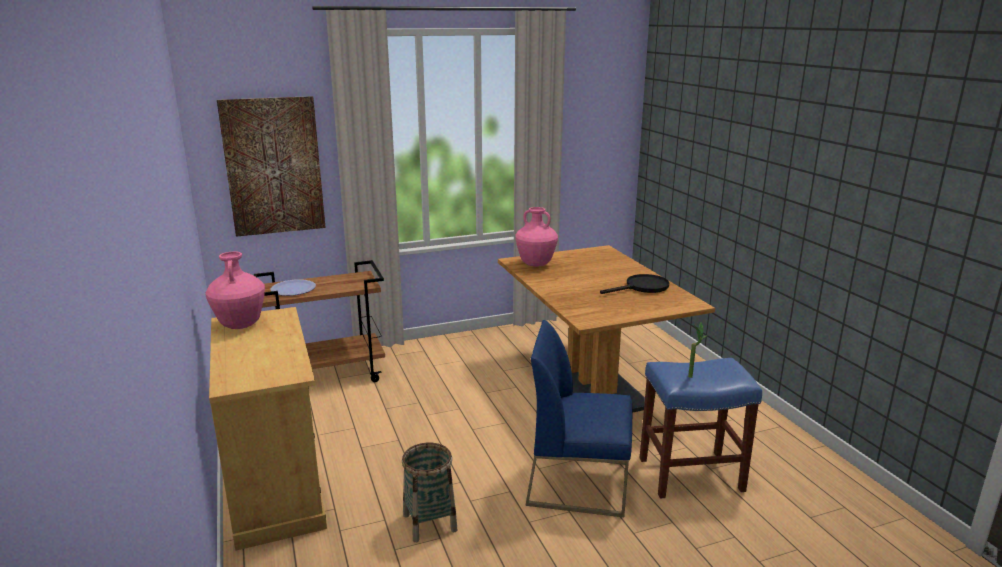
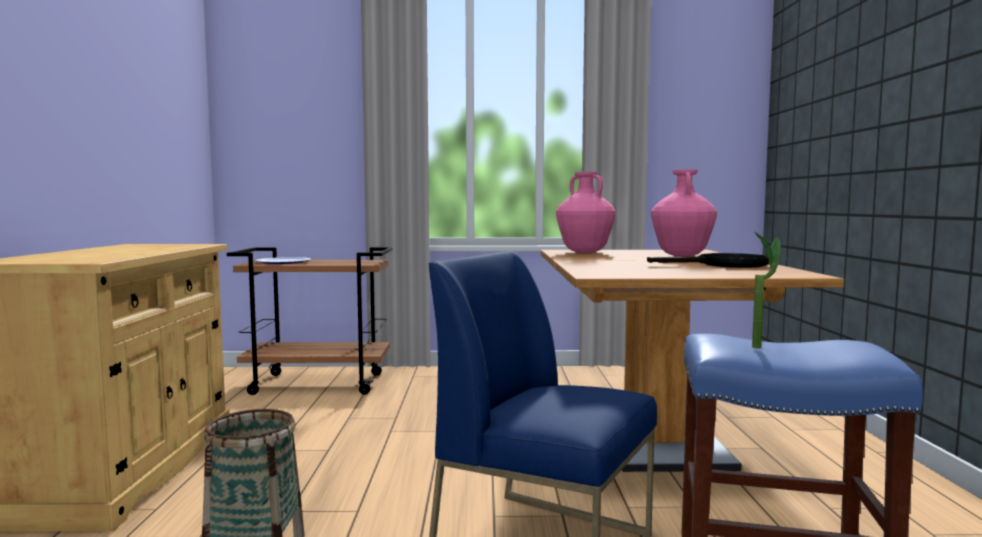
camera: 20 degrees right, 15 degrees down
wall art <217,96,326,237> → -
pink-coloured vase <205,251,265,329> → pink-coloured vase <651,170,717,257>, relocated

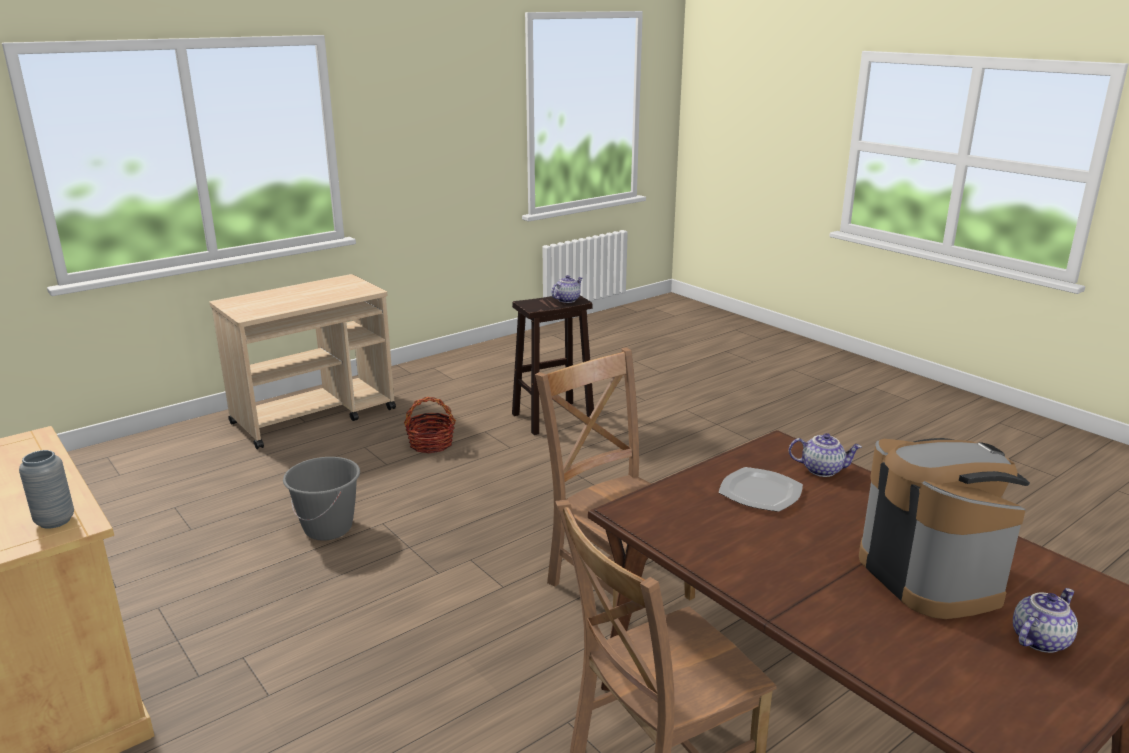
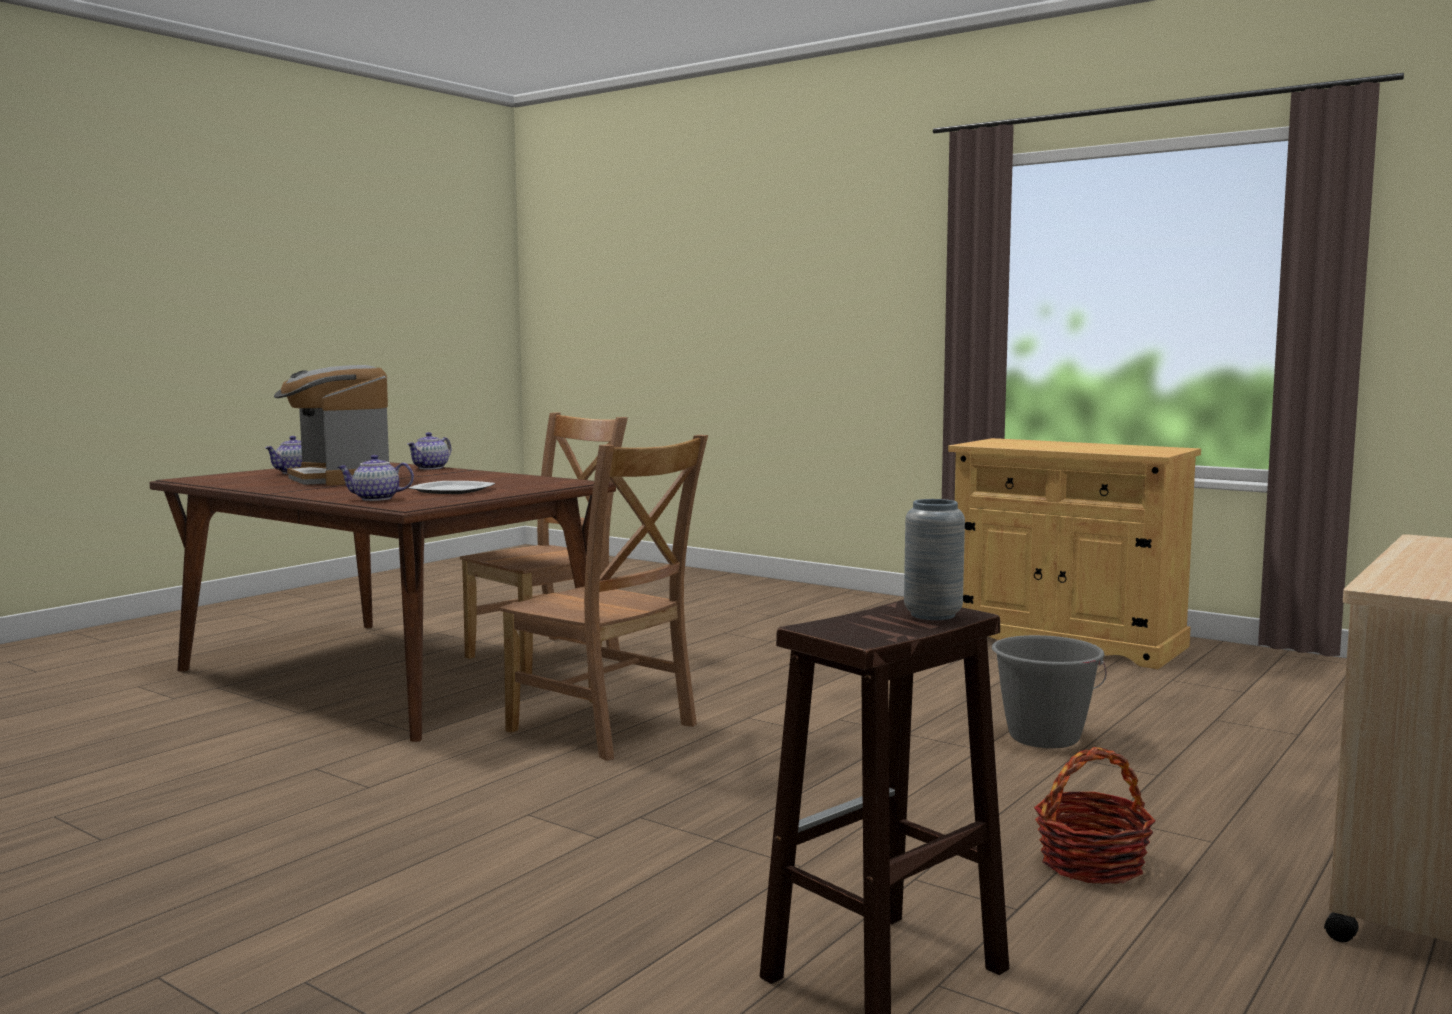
camera: 165 degrees right, 15 degrees down
teapot <551,275,582,303> → teapot <407,432,451,469>, relocated
grey vase <19,450,74,529> → grey vase <904,499,965,620>, relocated

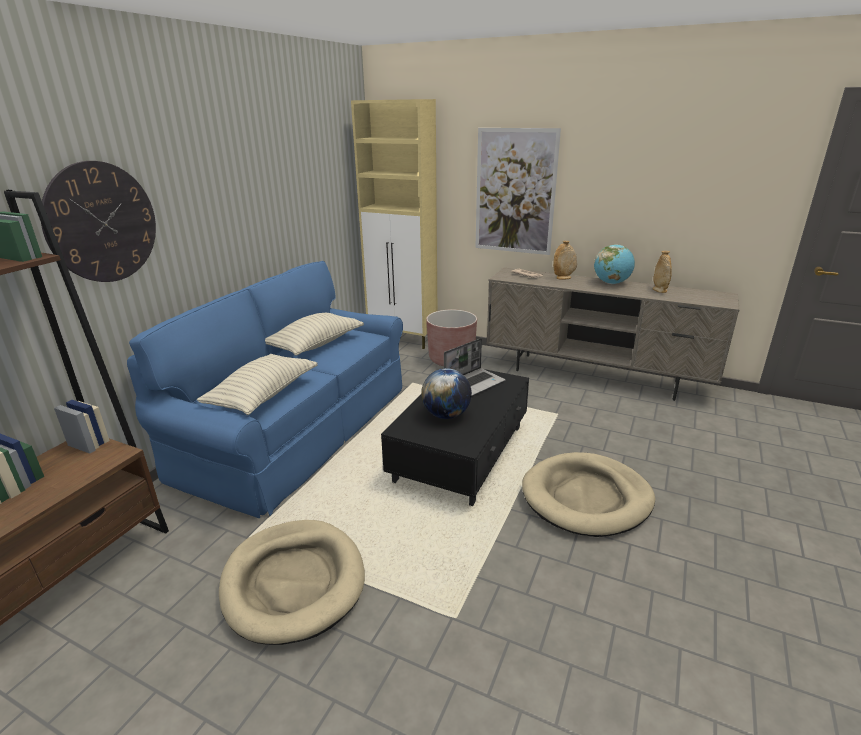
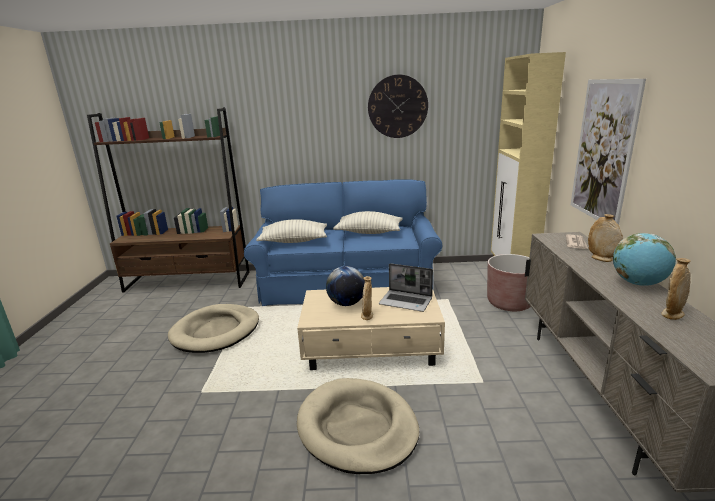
camera: 65 degrees right, 5 degrees down
wall clock <41,161,156,282> → wall clock <368,74,428,138>, relocated
black lounge table <381,369,529,506> → sand-coloured lounge table <297,287,445,370>
- → sand-coloured vase <361,276,373,320>

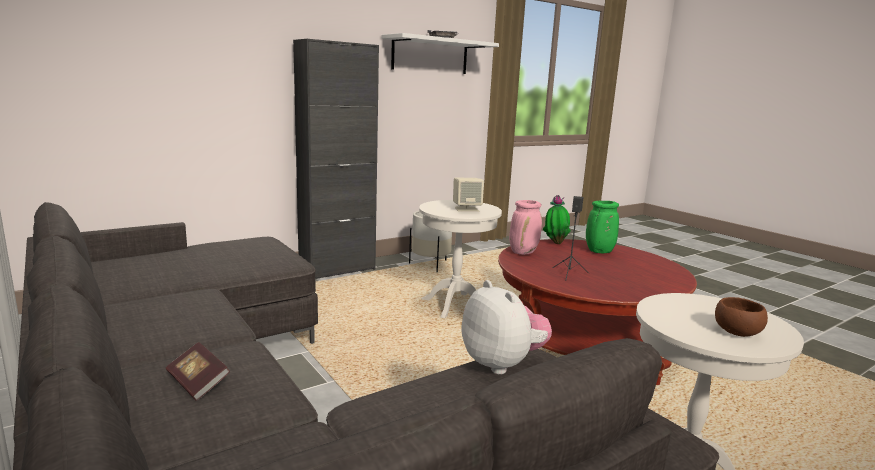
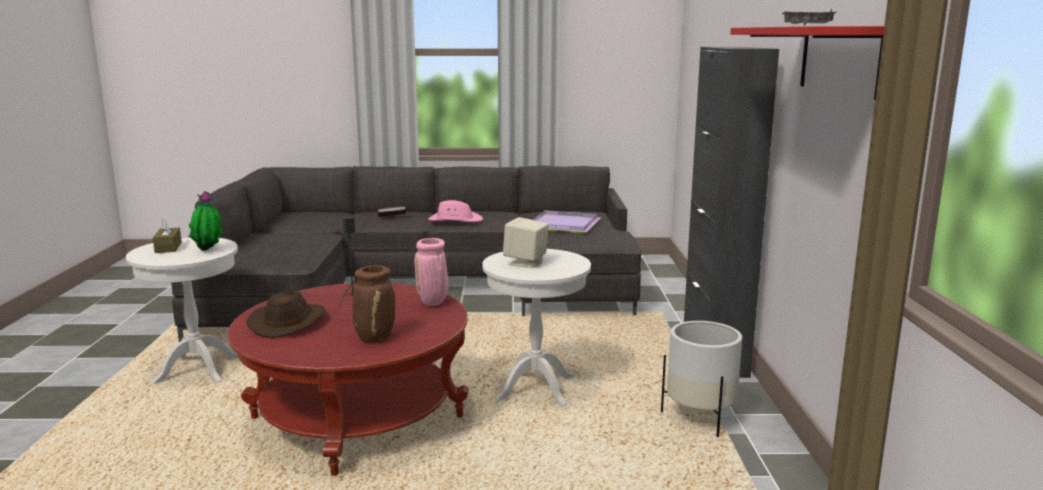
camera: 125 degrees right, 0 degrees up
whitish shelf <381,33,499,74> → red shelf <730,26,884,100>
potted plant <543,195,571,244> → potted plant <189,191,223,251>, relocated
green vase <586,201,619,253> → brownish vase <353,265,395,343>
cuddly toy <461,280,552,375> → -
brownish deep dish <715,297,768,337> → brownish tissue holder <153,218,182,253>
- → pink-coloured clothing hat <428,200,483,222>
- → purple-coloured carrying tray <532,210,601,234>
- → brownish clothing hat <246,291,326,338>

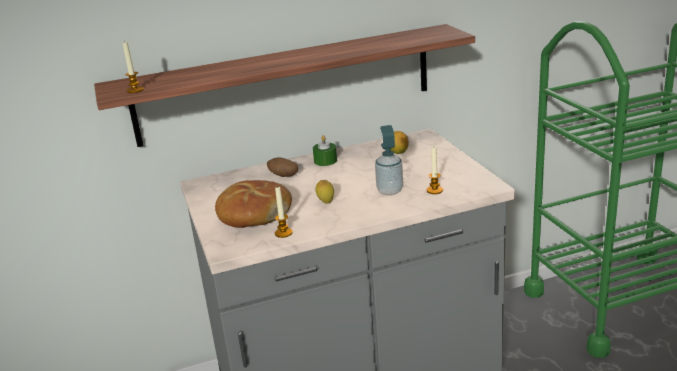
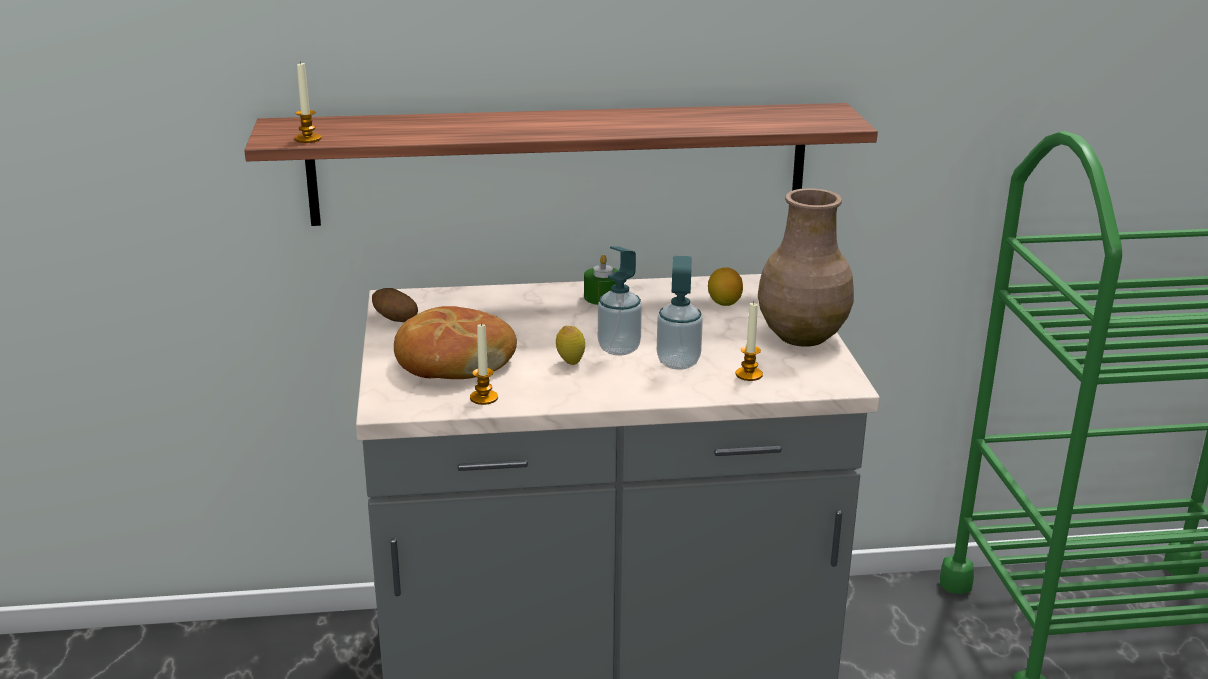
camera: 10 degrees right, 0 degrees up
potato <267,157,298,177> → potato <372,288,418,322>, relocated
- → brownish vase <758,188,854,347>
- → liquid soap bottle <598,246,642,356>

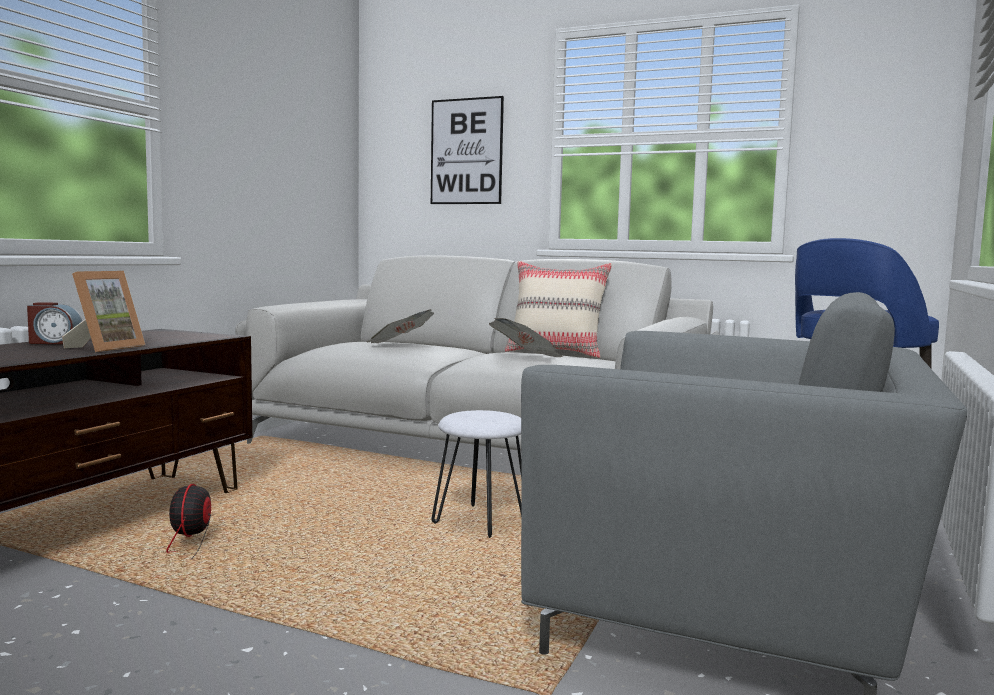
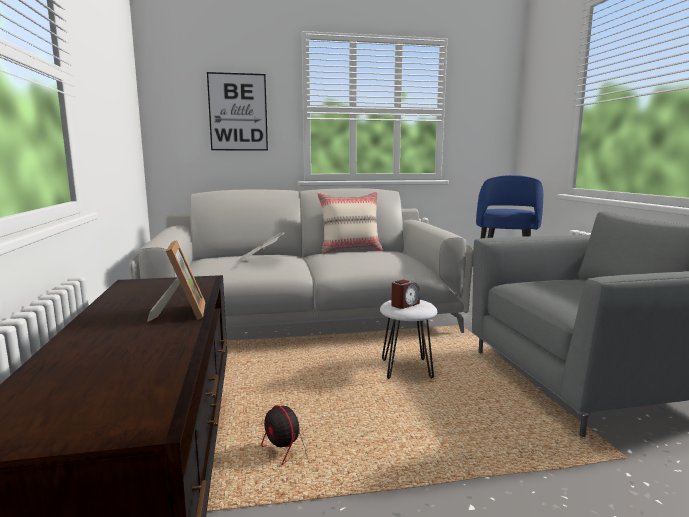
camera: 35 degrees left, 5 degrees up
bedside clock <27,302,82,344> → bedside clock <391,280,420,309>, relocated
newspaper <489,318,563,357> → -

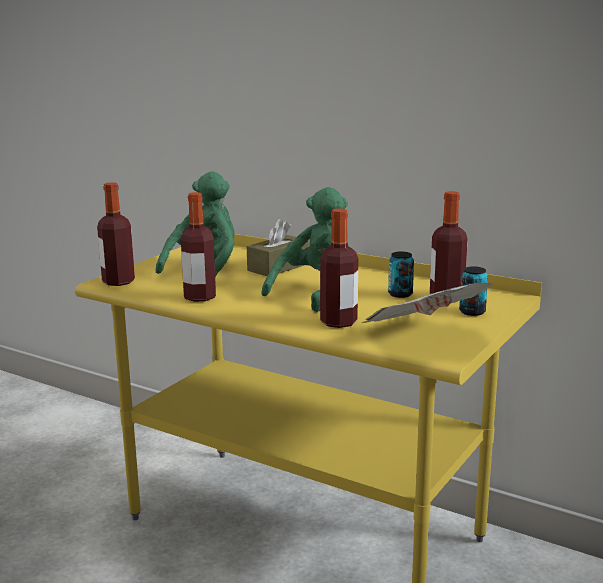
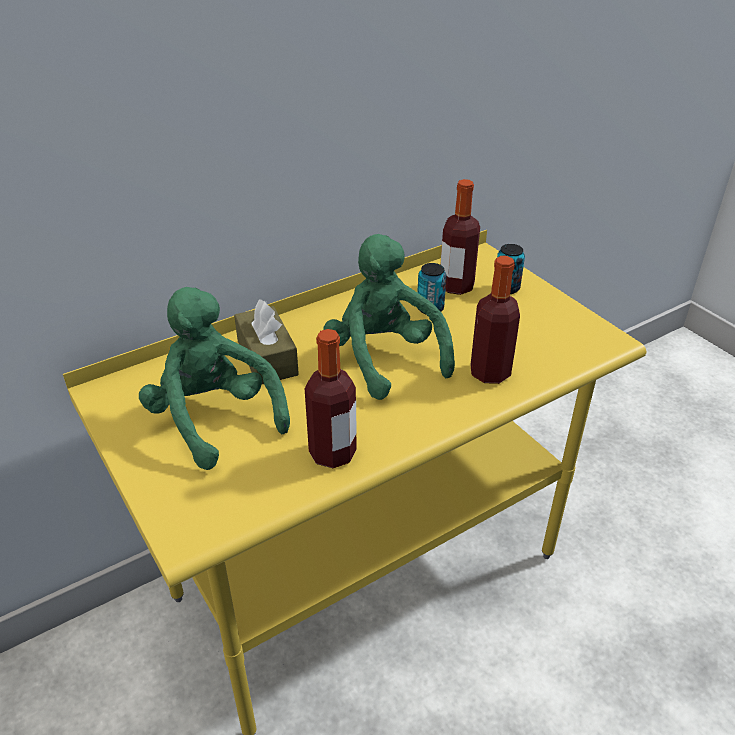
camera: 65 degrees left, 20 degrees up
beverage bottle <97,182,135,286> → -
newspaper <362,282,493,323> → -

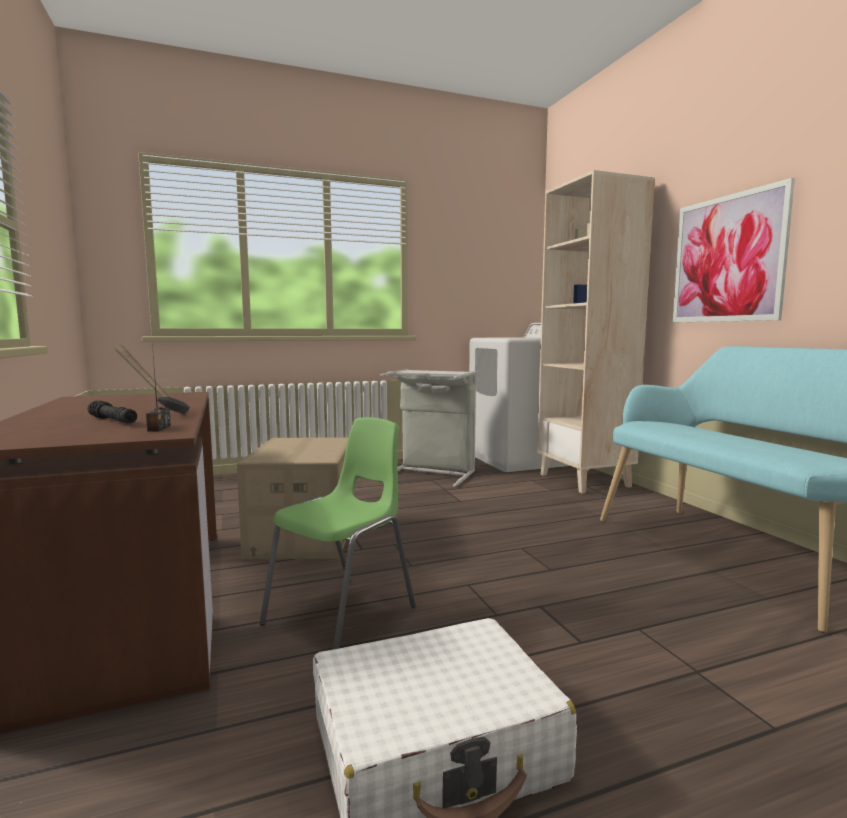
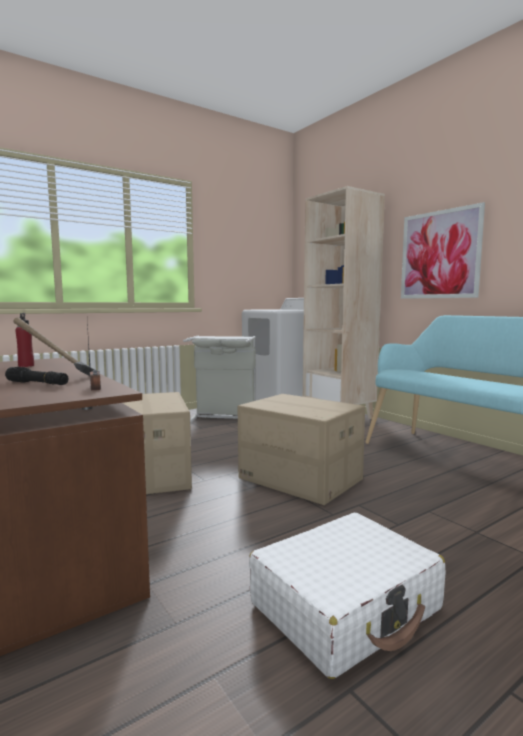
camera: 15 degrees left, 0 degrees up
green upright chair <260,417,416,650> → -
- → red beverage bottle <15,313,34,367>
- → cardboard box <238,394,365,505>

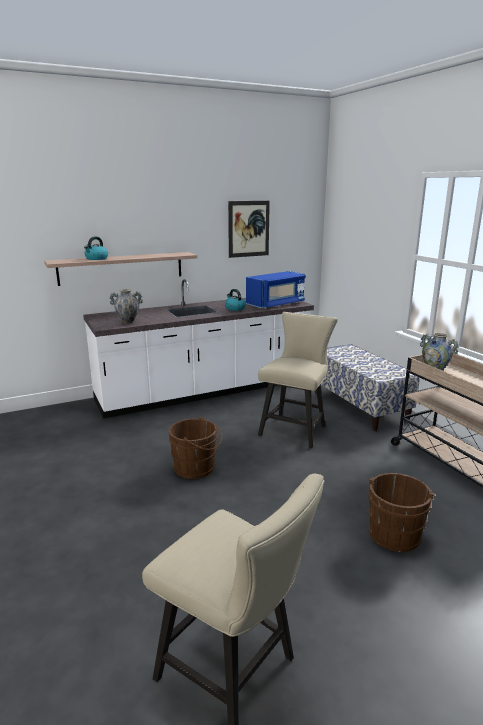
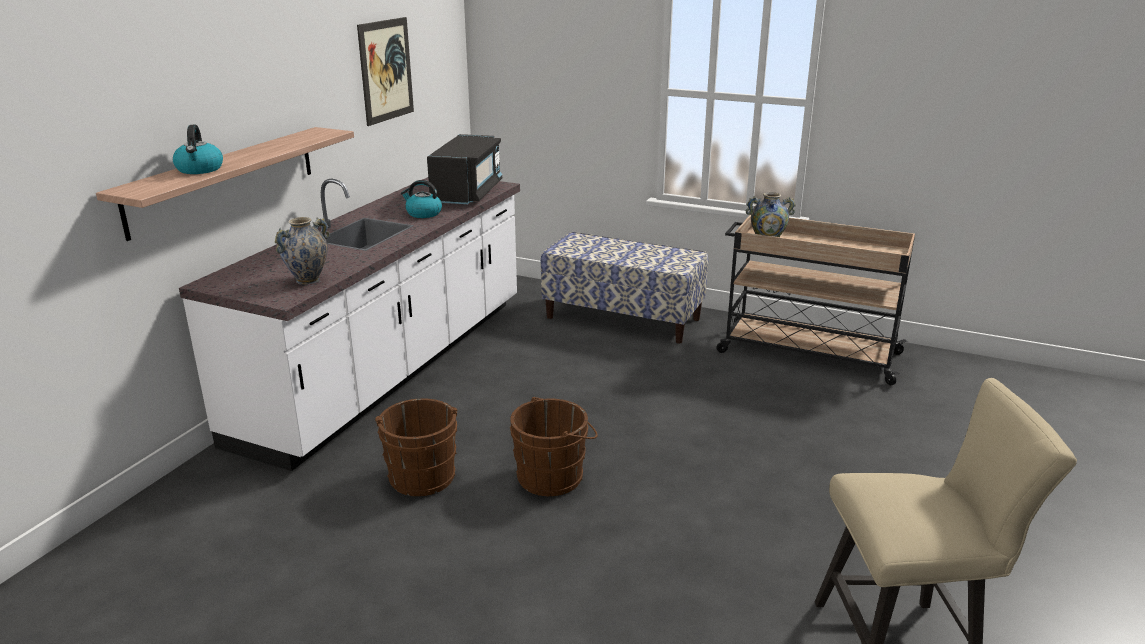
camera: 40 degrees left, 5 degrees up
blue microwave oven <246,271,306,309> → black microwave oven <427,134,502,204>
sand-coloured upright chair <258,312,338,448> → -
brownish bucket <368,473,435,552> → brownish bucket <375,398,457,496>, relocated

